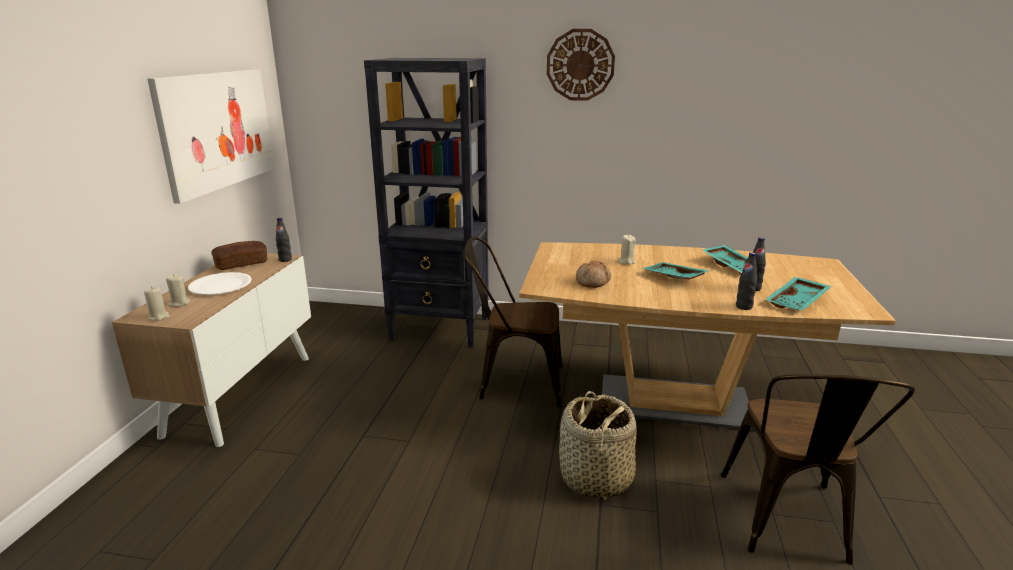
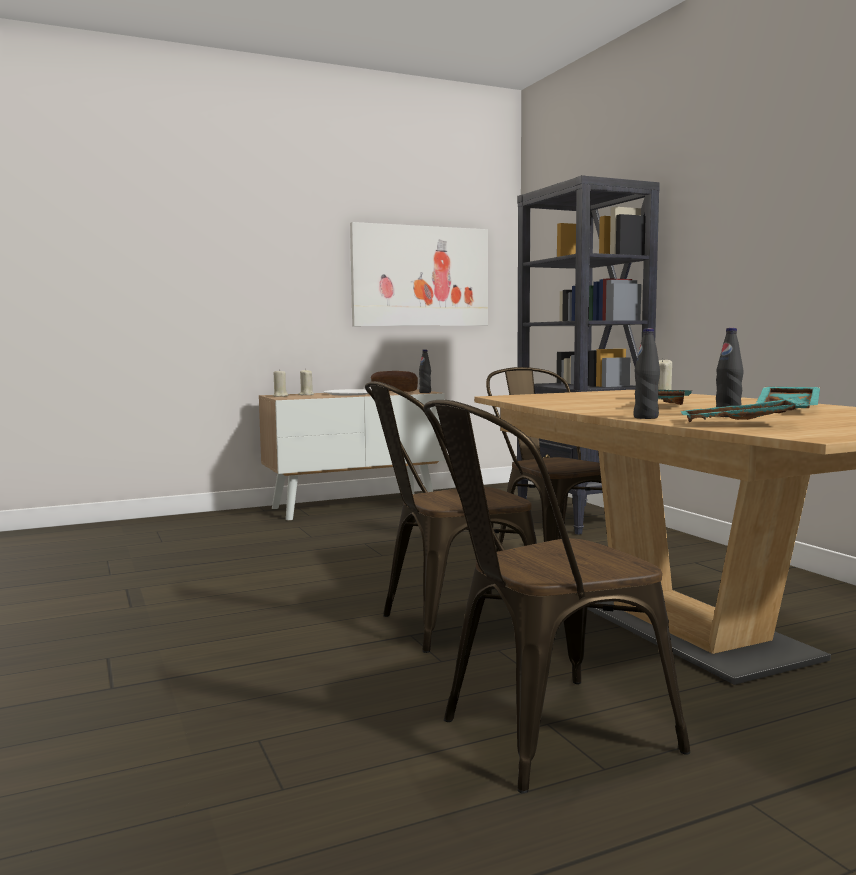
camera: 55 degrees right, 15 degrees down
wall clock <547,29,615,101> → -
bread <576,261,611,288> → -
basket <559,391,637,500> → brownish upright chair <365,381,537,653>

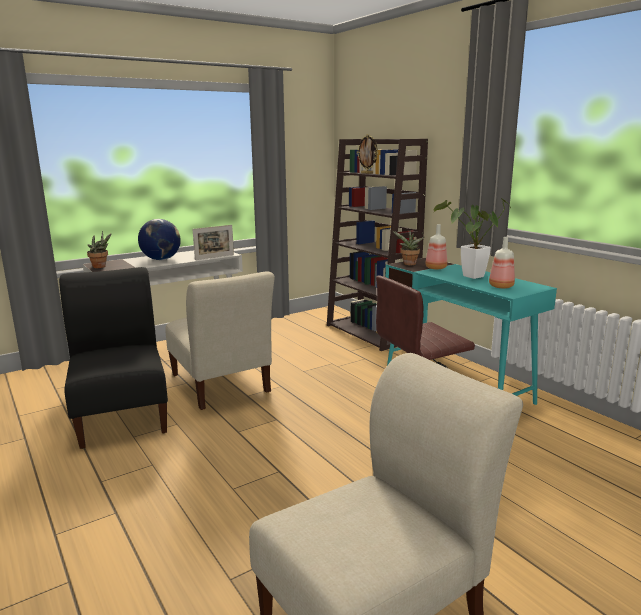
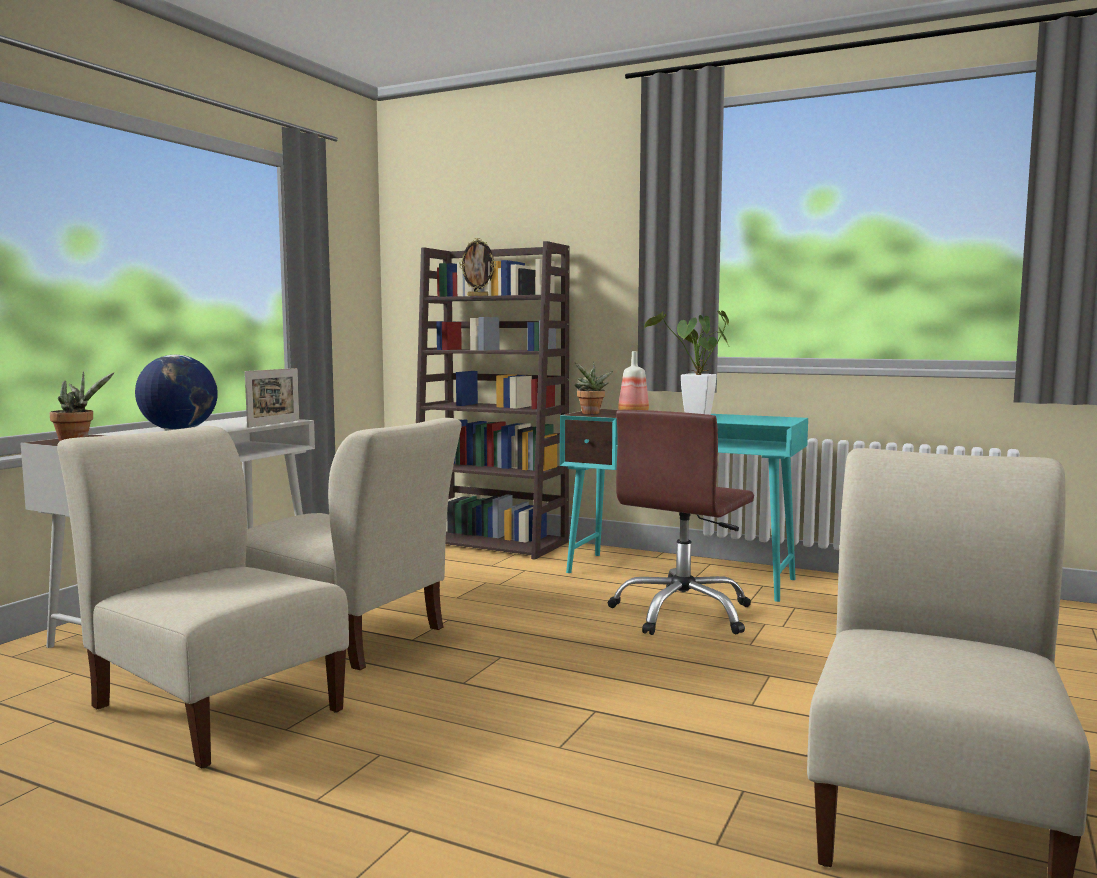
camera: 30 degrees left, 10 degrees down
beverage bottle <489,237,515,288> → -
black upright chair <59,267,168,449> → sand-coloured upright chair <57,426,349,768>

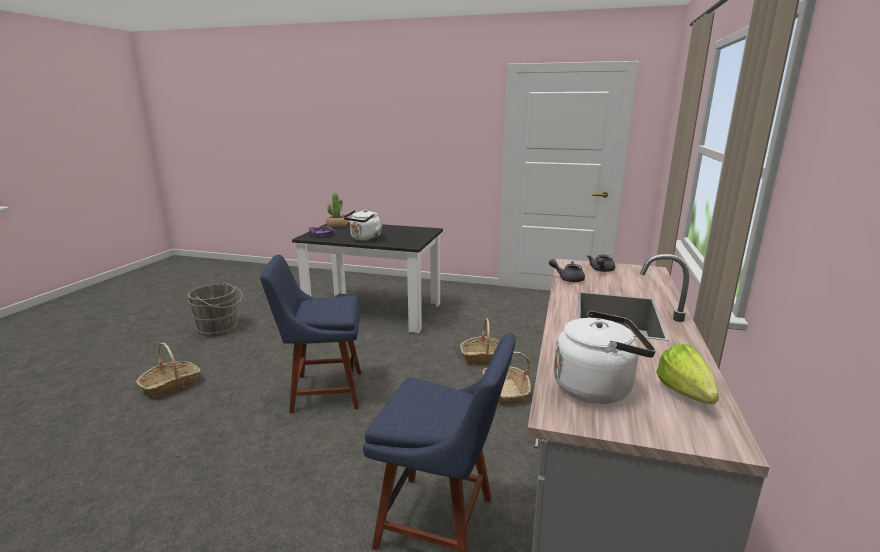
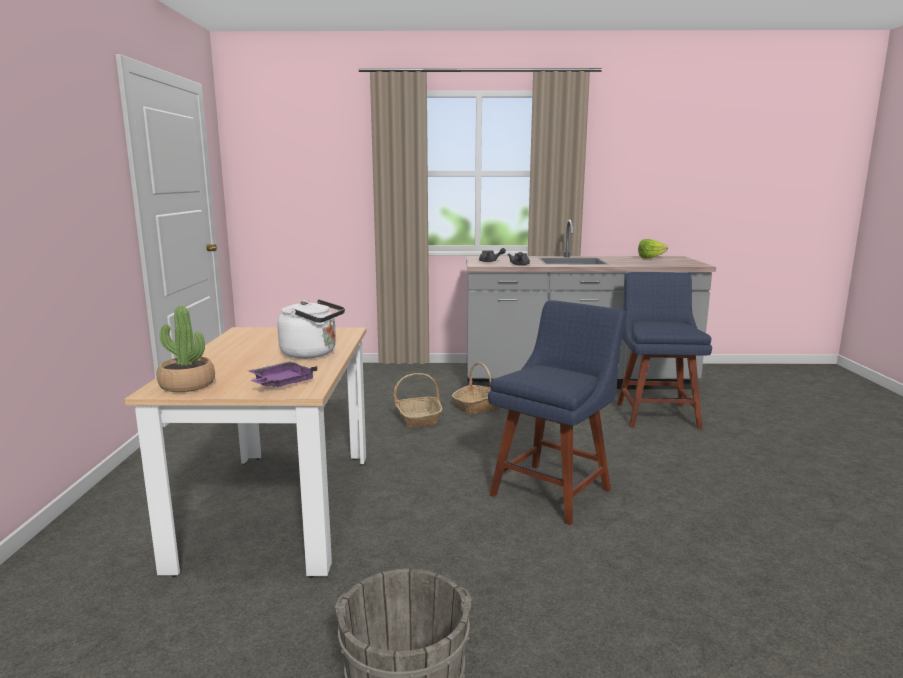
camera: 105 degrees left, 5 degrees down
black kitchen table <292,222,443,333> → sand-coloured kitchen table <125,327,366,578>
blue upright chair <260,255,361,413> → blue upright chair <488,300,625,525>, 120 degrees counterclockwise
whitish water kettle <554,311,656,404> → -
basket <136,343,201,399> → -

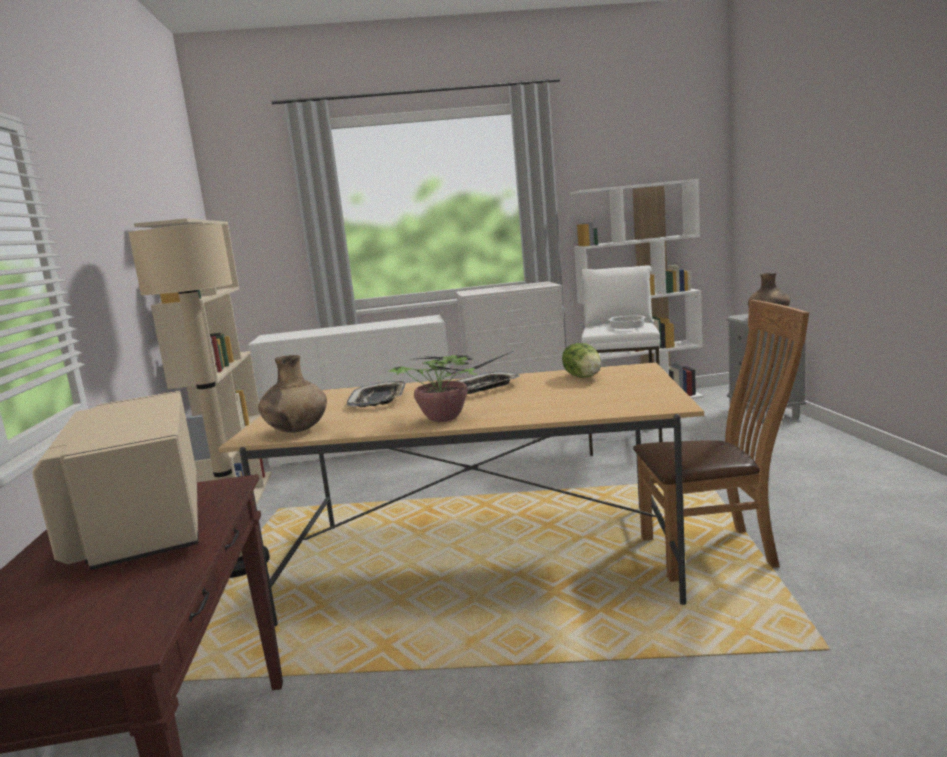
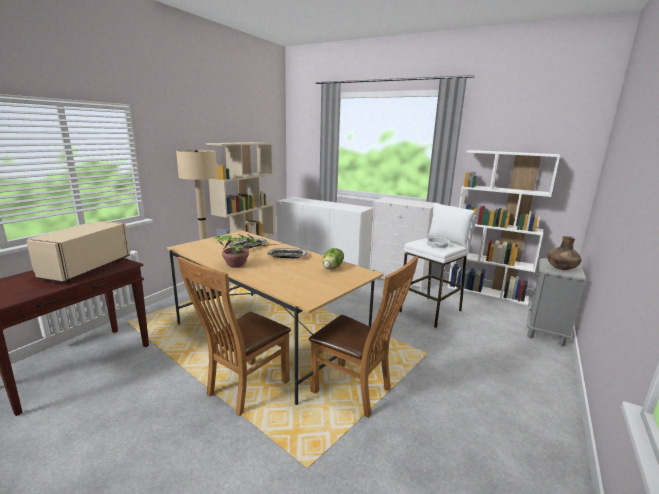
camera: 35 degrees right, 5 degrees up
brownish vase <258,355,327,433> → -
- → brownish upright chair <177,257,291,417>

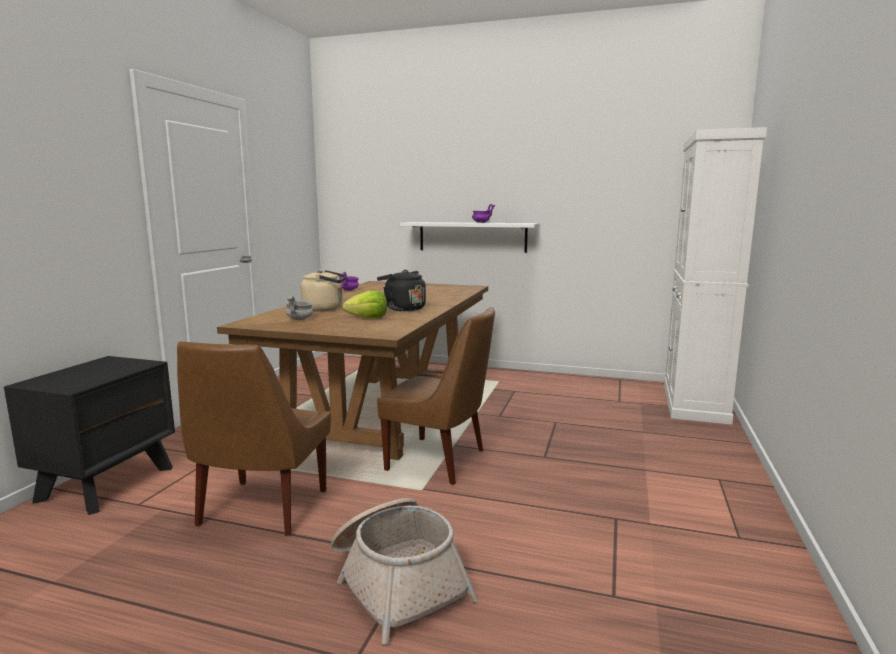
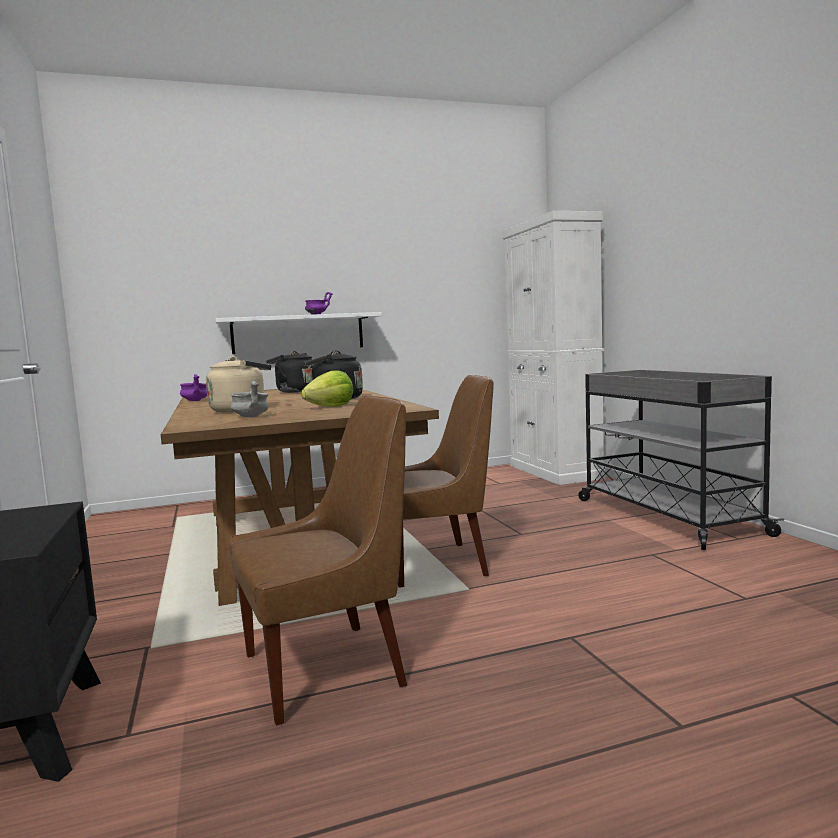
camera: 35 degrees left, 5 degrees down
brownish upright chair <177,341,331,536> → brownish upright chair <229,396,407,726>, 90 degrees counterclockwise
basket <331,498,478,645> → -
- → black water kettle <266,351,313,393>
- → grey trolley <578,370,785,550>

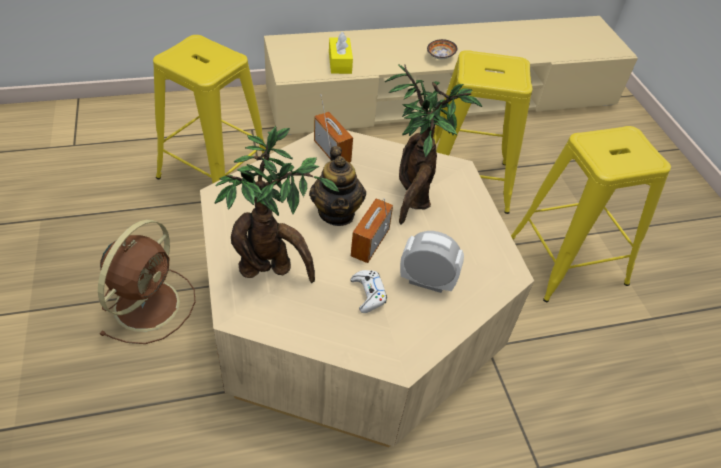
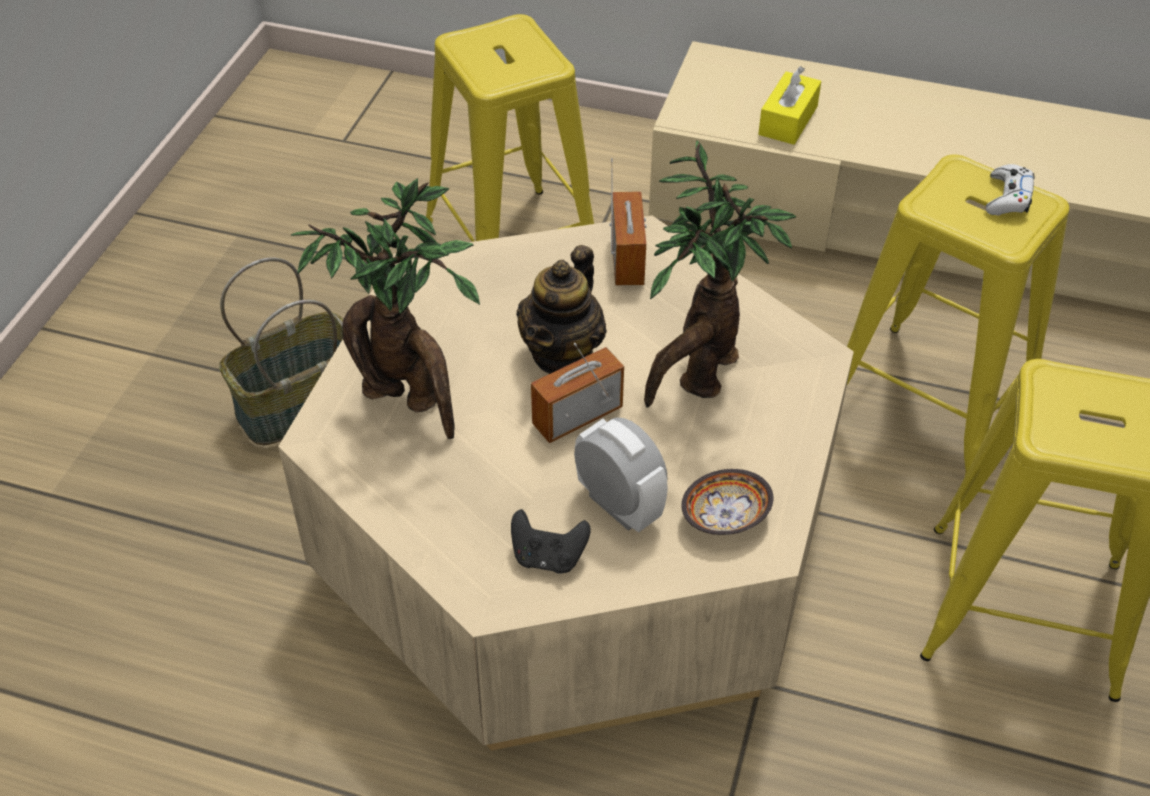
camera: 35 degrees right, 0 degrees up
deep dish <427,39,457,60> → deep dish <681,469,774,535>, relocated
brownish electric fan <98,219,196,344> → basket <219,258,343,445>
whitish joypad <351,270,387,313> → whitish joypad <986,164,1035,215>, relocated
- → black joypad <511,509,591,574>

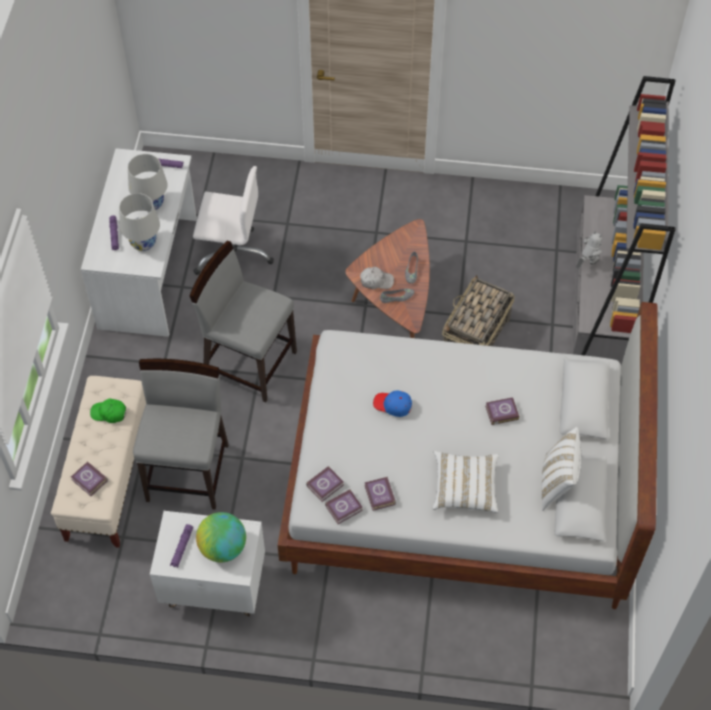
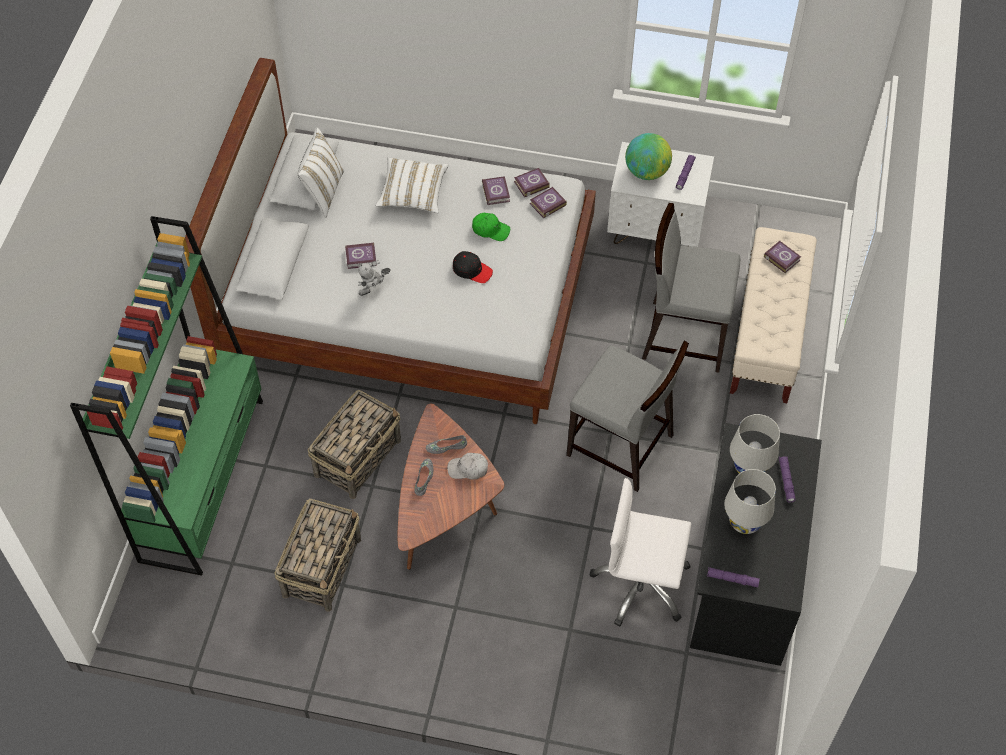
camera: 175 degrees left, 0 degrees up
grey shelving unit <572,76,676,365> → green shelving unit <70,216,263,576>
whitish desk table <81,148,197,337> → black desk table <690,423,822,666>
toy robot <576,231,602,269> → toy robot <358,260,391,296>, relocated
grey upright chair <133,359,229,510> → grey upright chair <642,203,740,373>, 90 degrees clockwise
blue cap <373,390,412,417> → black cap <453,251,493,283>
green cap <90,399,126,423> → green cap <472,213,510,241>, relocated
- → basket <274,498,361,612>

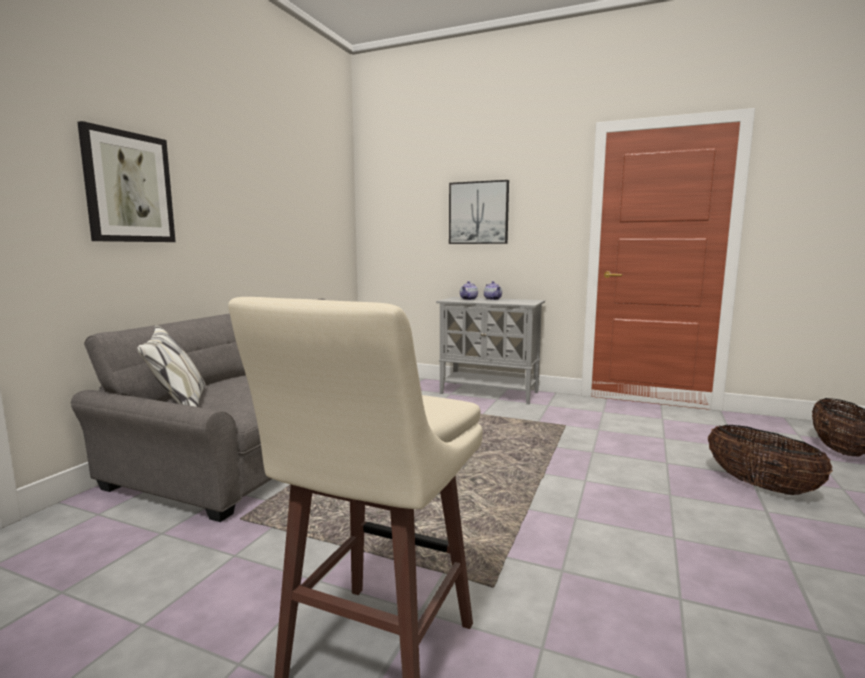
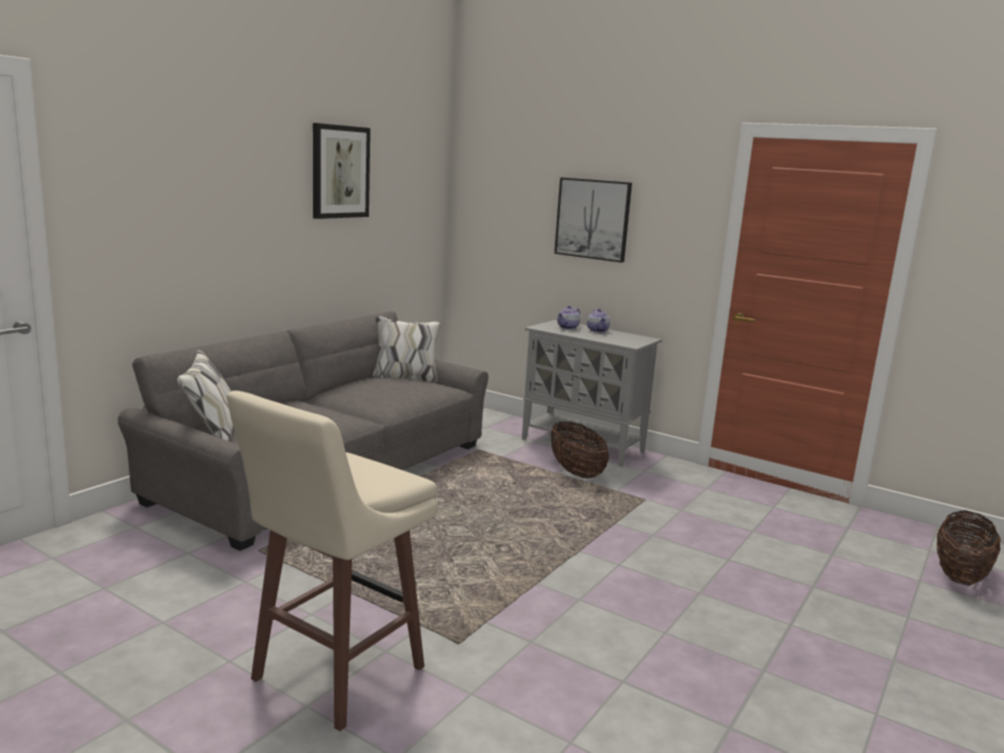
camera: 10 degrees right, 5 degrees up
wall art <77,121,176,242> → wall art <313,123,370,219>, relocated
basket <708,425,833,495> → basket <551,421,609,479>, relocated

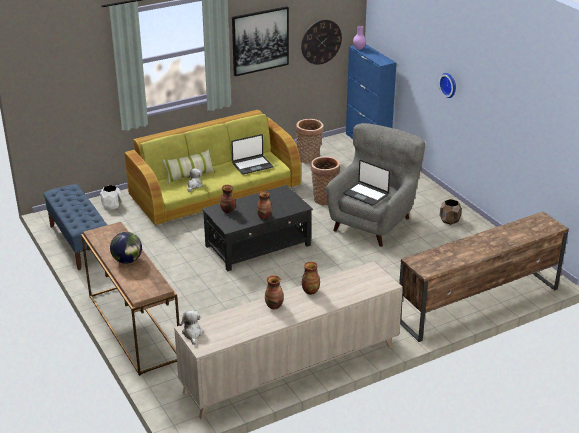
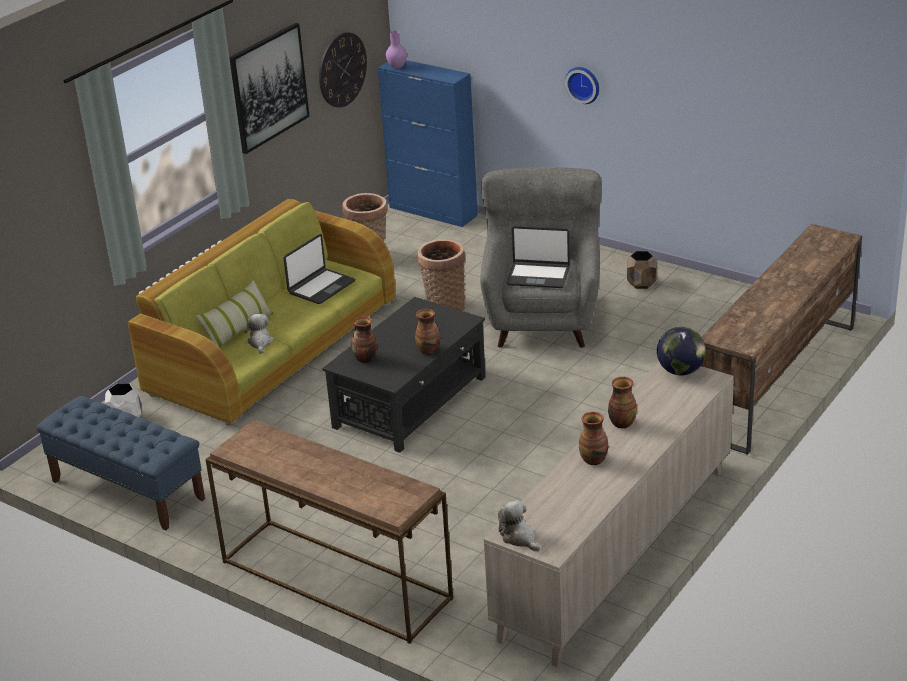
camera: 25 degrees left, 0 degrees up
globe <110,232,142,264> → globe <657,327,706,375>, relocated

